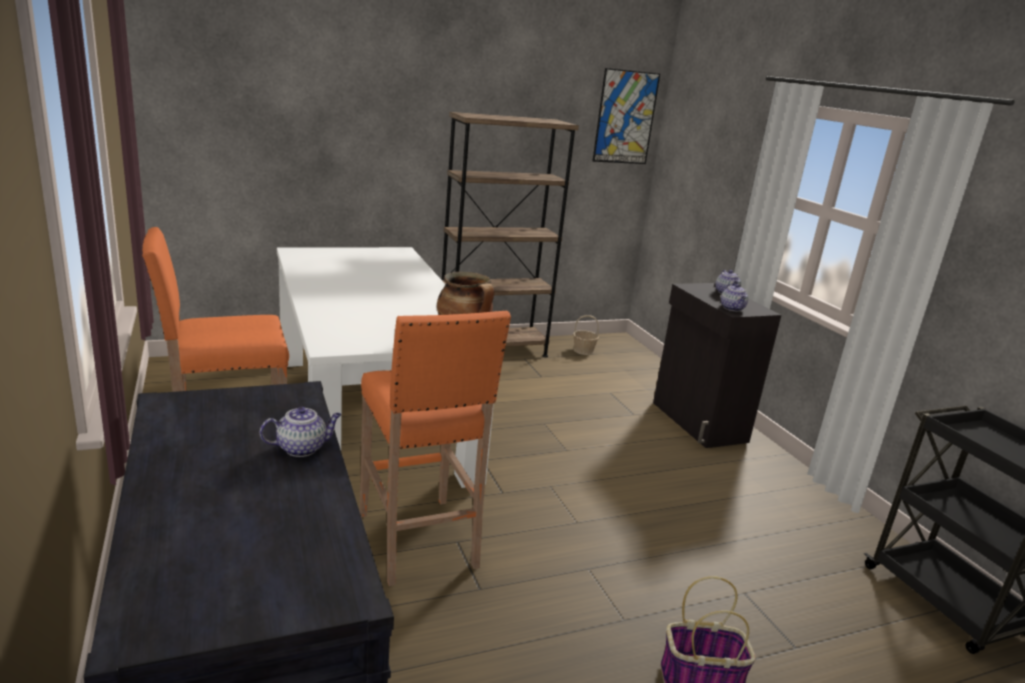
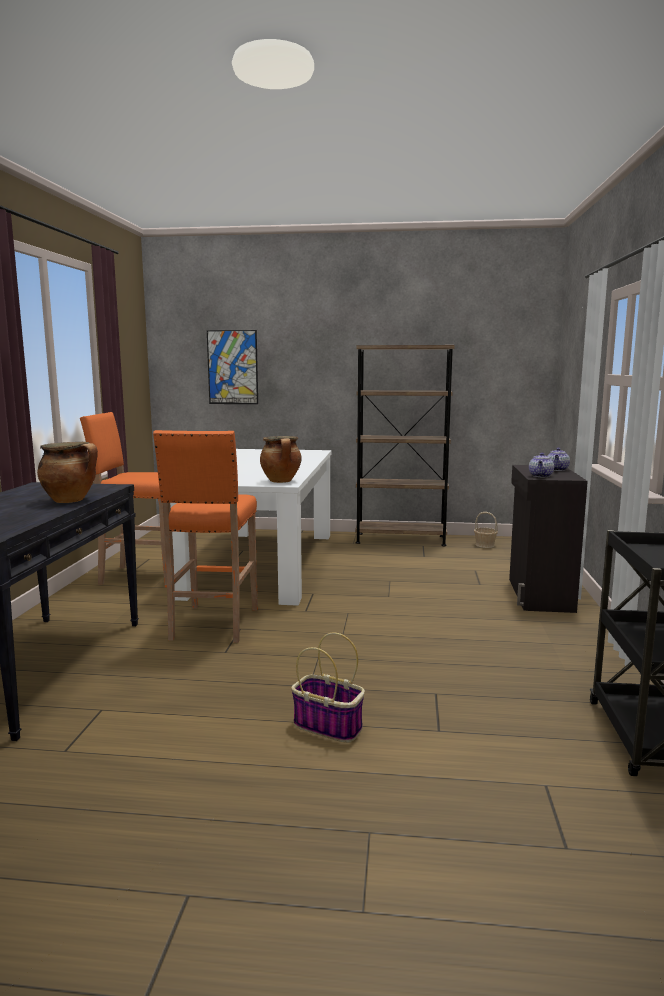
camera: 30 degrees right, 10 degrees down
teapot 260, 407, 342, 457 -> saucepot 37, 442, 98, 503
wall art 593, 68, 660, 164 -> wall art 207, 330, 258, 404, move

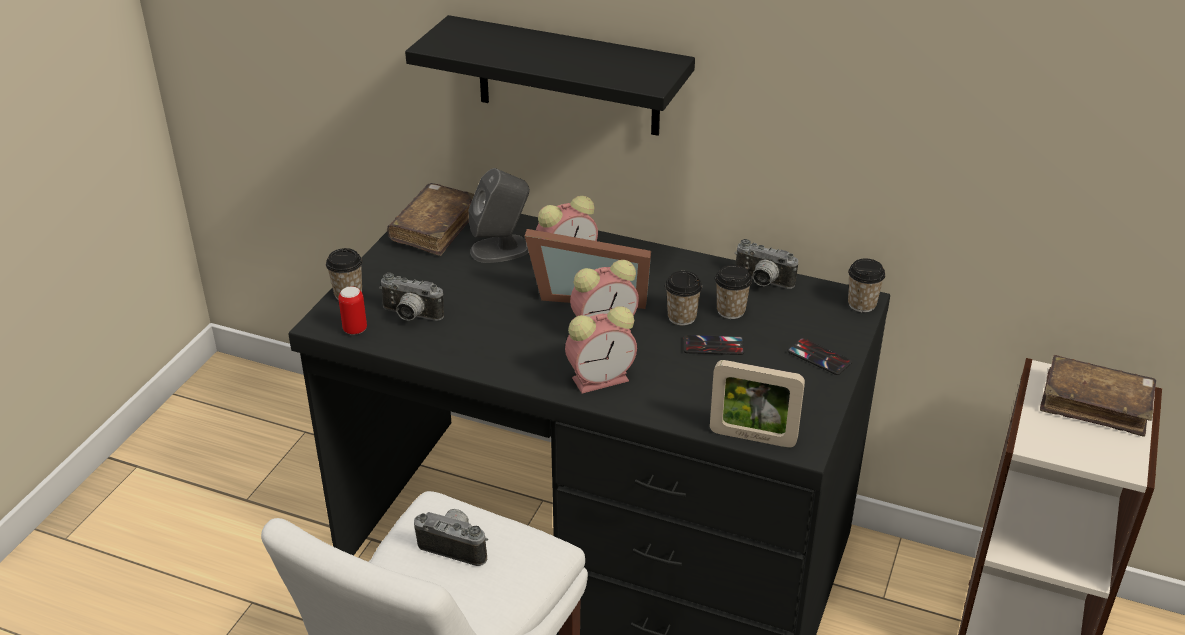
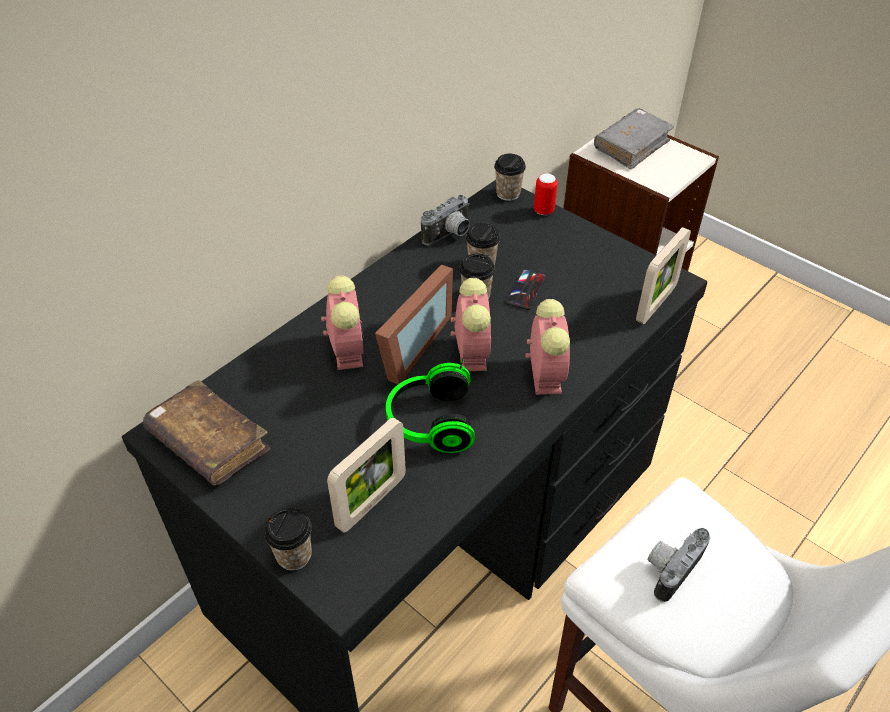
camera: 70 degrees left, 10 degrees up
sealed can 338, 286, 367, 335 -> sealed can 534, 173, 557, 215, move
photo camera 379, 273, 444, 321 -> picture frame 327, 418, 406, 533
bracket shelf/black 405, 15, 695, 136 -> none
audio speaker/greyish 469, 168, 530, 263 -> none
telephone 787, 338, 852, 375 -> none
bound book/brown-coloured 1040, 355, 1156, 437 -> bound book/greyish 594, 108, 674, 170
none -> pair of headphones 386, 359, 475, 453

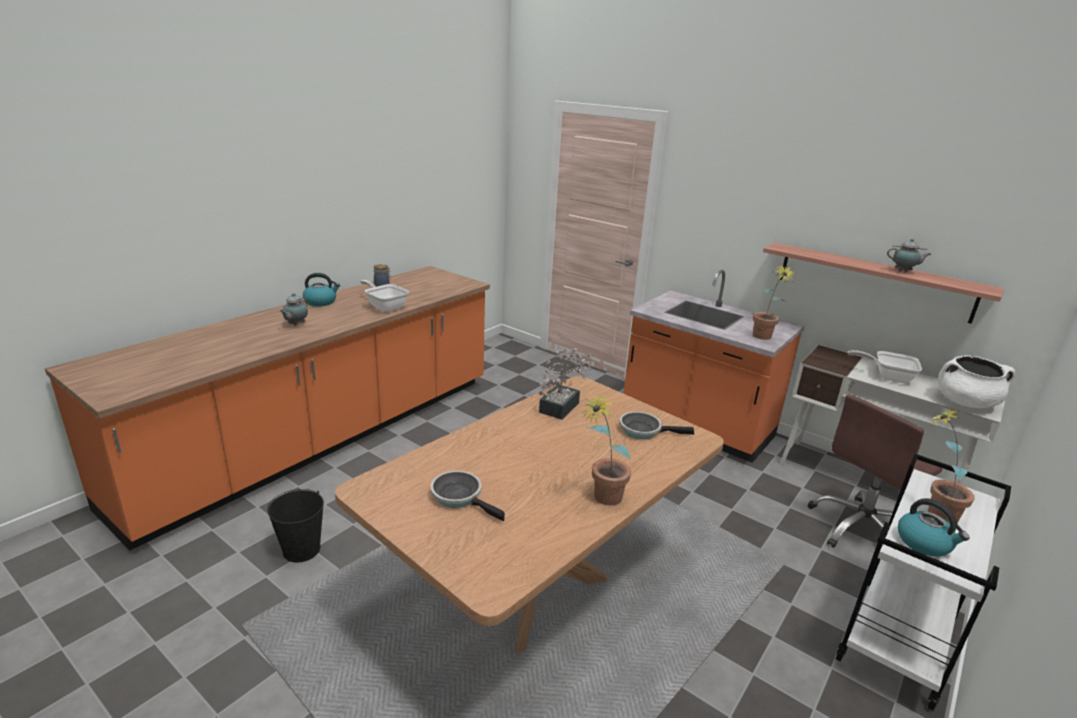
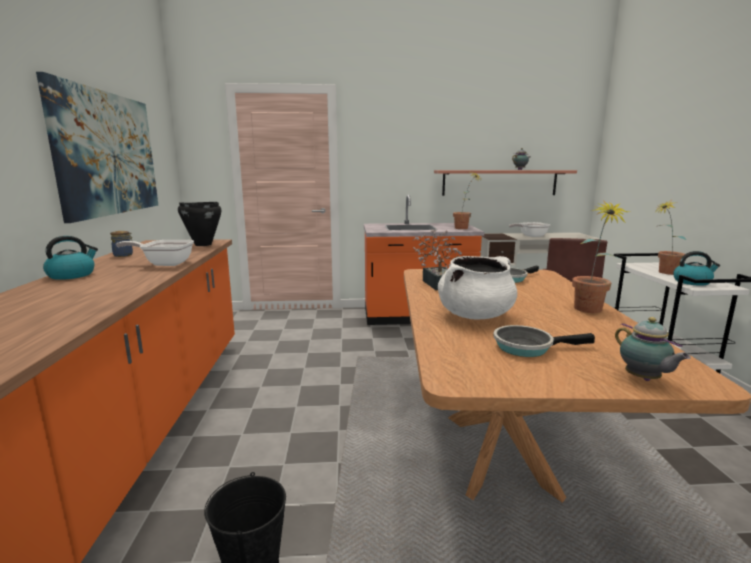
camera: 40 degrees left, 10 degrees down
teapot 280, 293, 308, 326 -> teapot 615, 317, 691, 381, move
saucepot/white-coloured 938, 355, 1015, 408 -> saucepot/white-coloured 438, 256, 517, 320, move
none -> wall art 36, 72, 158, 223
none -> saucepot/black 178, 202, 221, 246

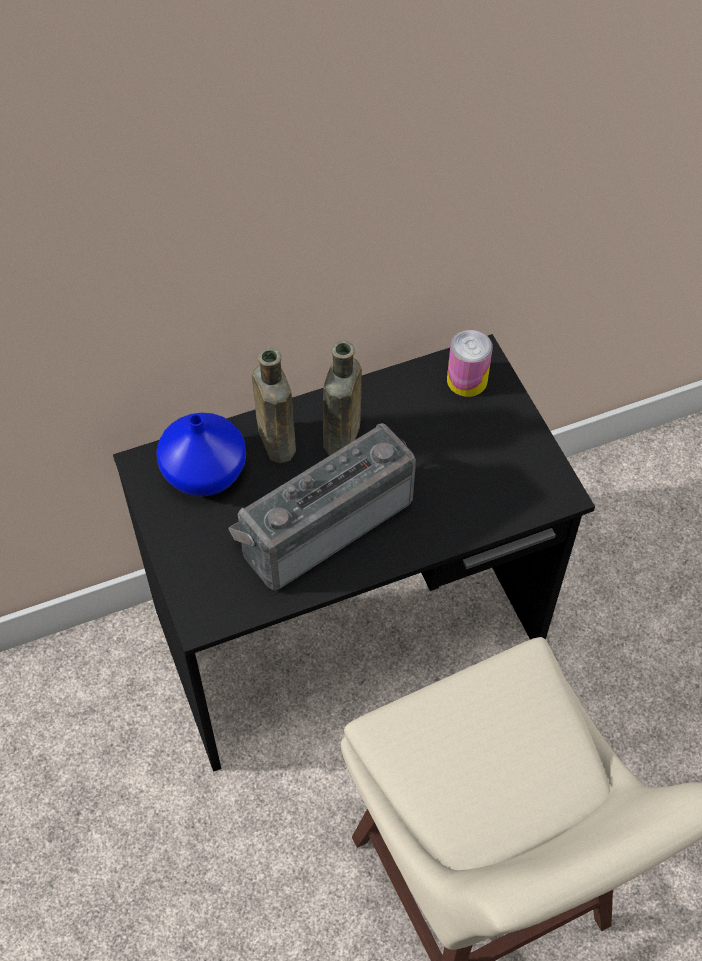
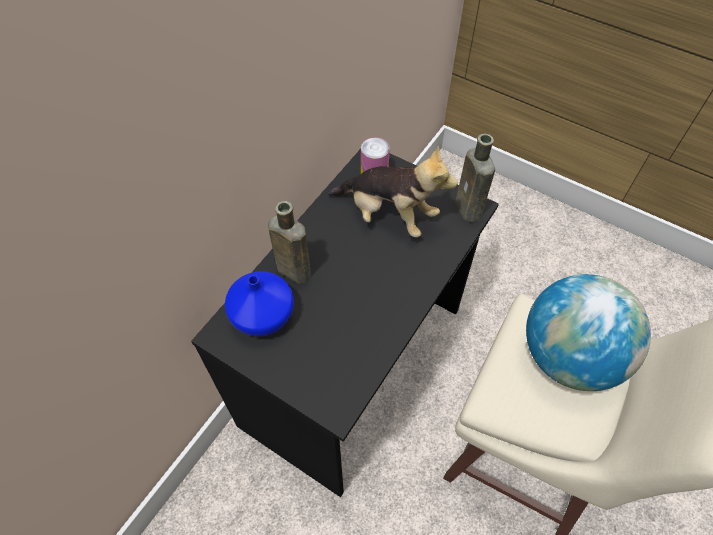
camera: 35 degrees left, 0 degrees up
radio set 228, 423, 416, 591 -> none
beverage bottle/brown-coloured 323, 341, 362, 456 -> beverage bottle/brown-coloured 455, 134, 495, 222, move
none -> plush toy 328, 146, 458, 238
none -> desk globe 526, 274, 651, 391

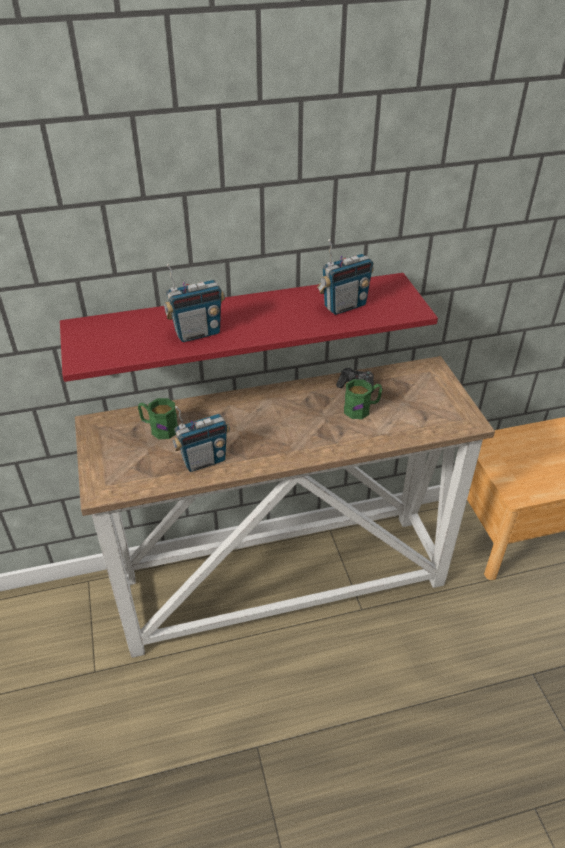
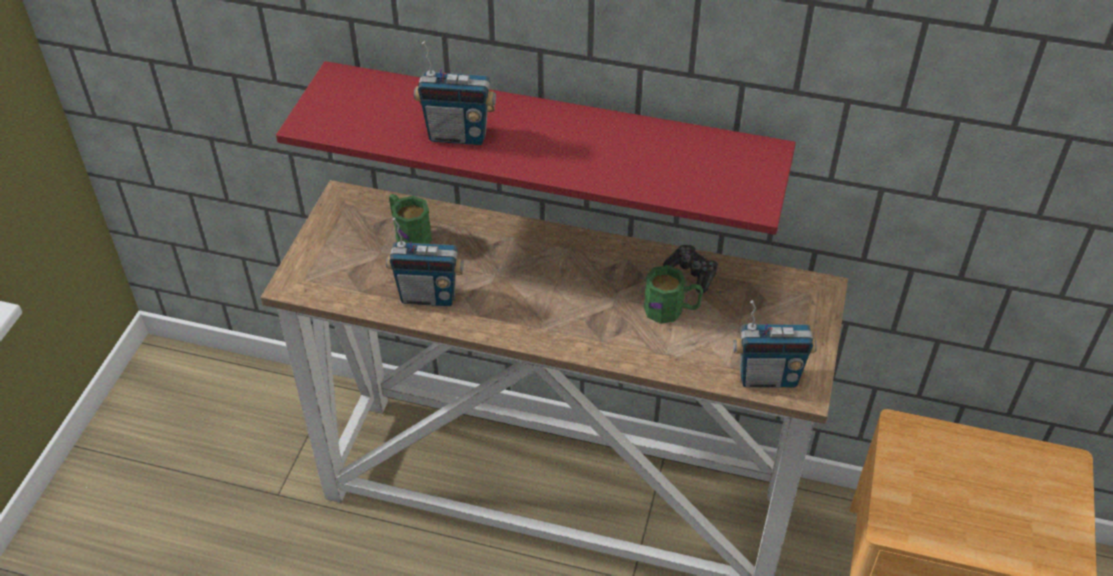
camera: 30 degrees right, 5 degrees up
radio set 317, 239, 374, 315 -> radio set 733, 300, 817, 388, move

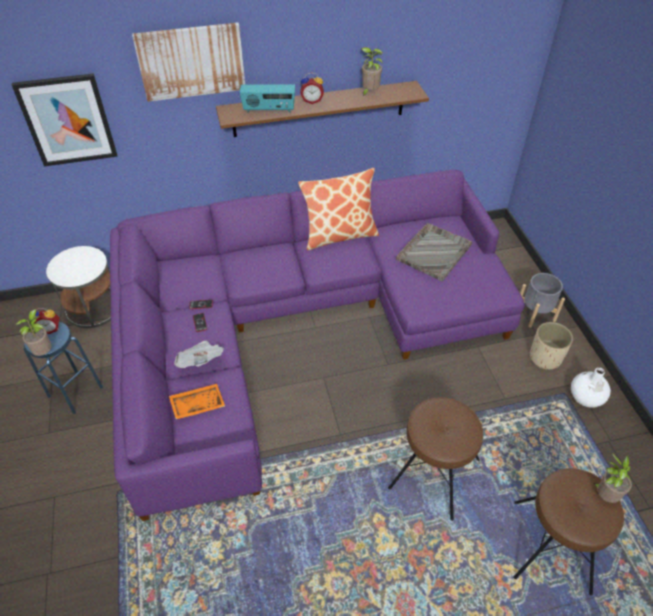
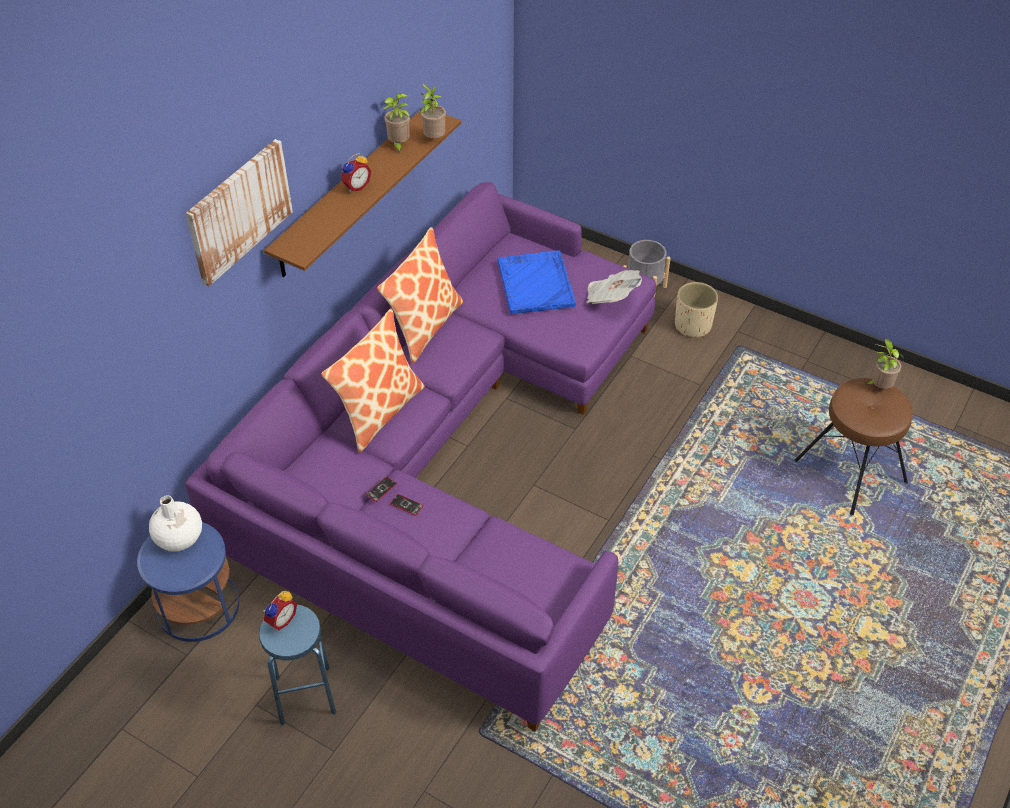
camera: 45 degrees left, 0 degrees up
wall art 12, 73, 117, 166 -> none
plant in a pot 16, 309, 52, 356 -> plant in a pot 420, 84, 446, 138, move
side table/white-coloured 46, 246, 111, 328 -> side table/bluish 137, 522, 239, 642
carrying tray/orangey 169, 384, 225, 419 -> none
printed paper 174, 341, 224, 368 -> printed paper 587, 270, 642, 304, move
radio set 239, 84, 295, 112 -> none
sitting stool/brown-coloured 388, 397, 483, 521 -> none
carrying tray/greyish 396, 223, 472, 281 -> carrying tray/bluish 497, 250, 576, 314
flower vase/white-coloured 571, 367, 611, 408 -> flower vase/white-coloured 149, 495, 202, 551, move
none -> pillow 321, 308, 425, 453

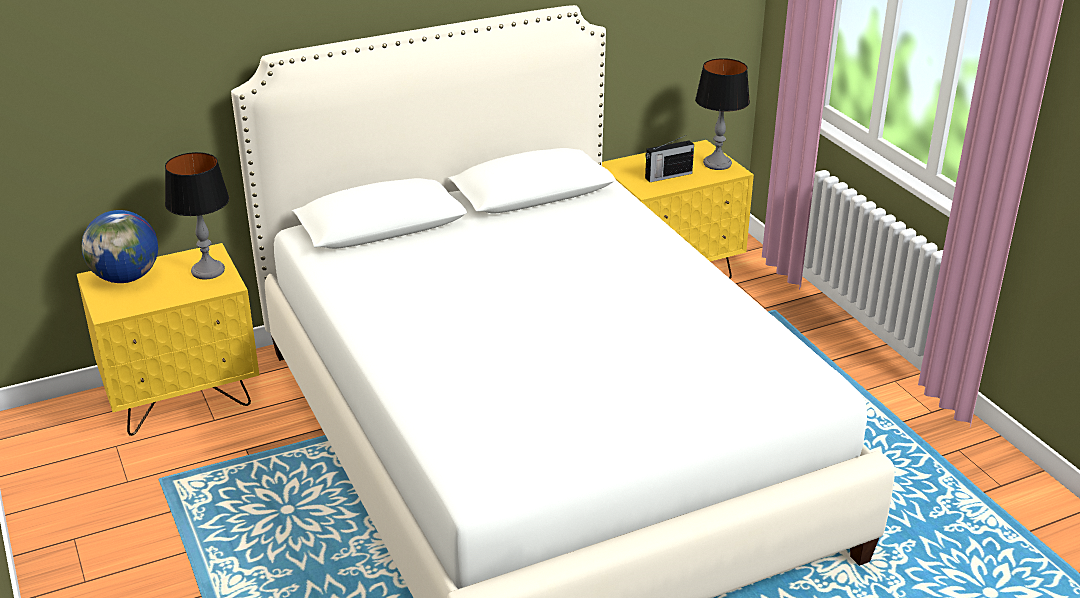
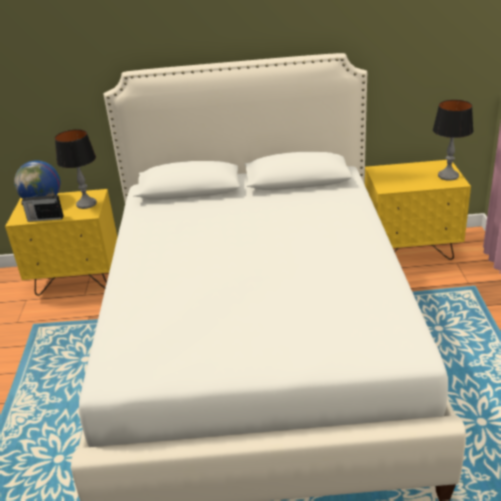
camera: 25 degrees right, 0 degrees up
radio set 645, 135, 694, 182 -> radio set 21, 192, 63, 222, move

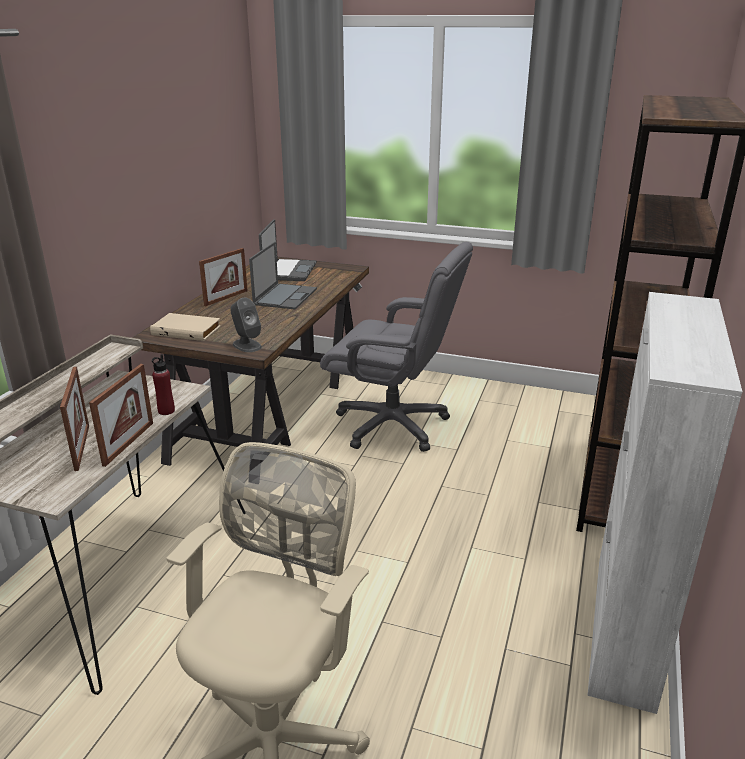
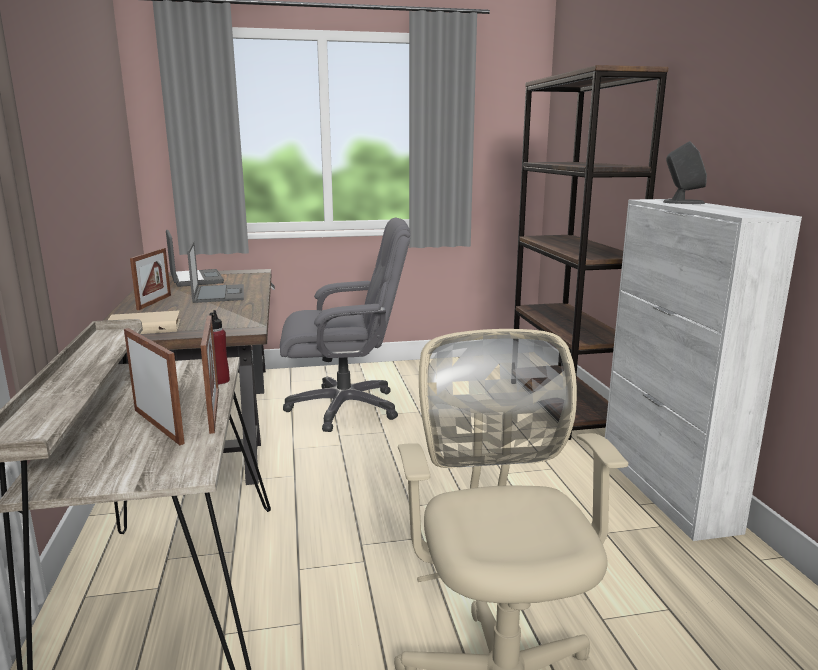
camera: 30 degrees left, 10 degrees down
audio speaker/greyish 230, 298, 262, 352 -> audio speaker/greyish 663, 141, 707, 204, move

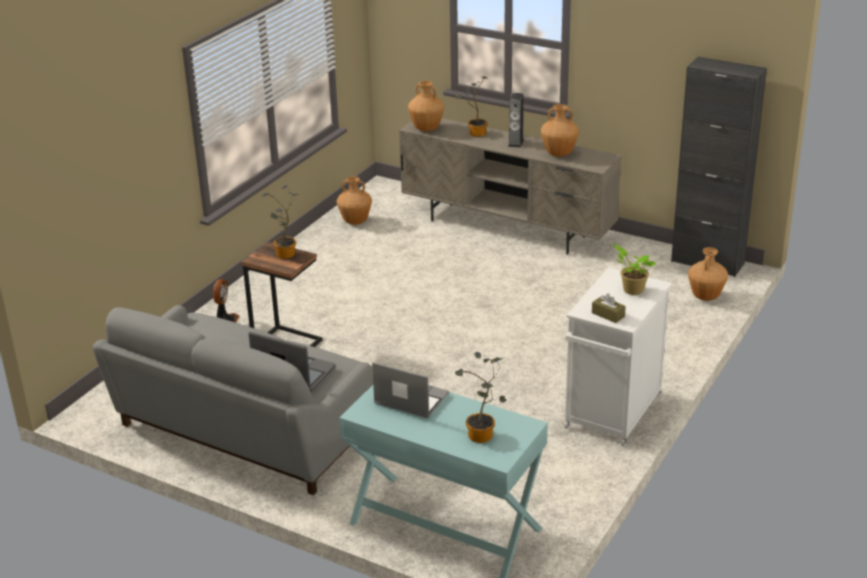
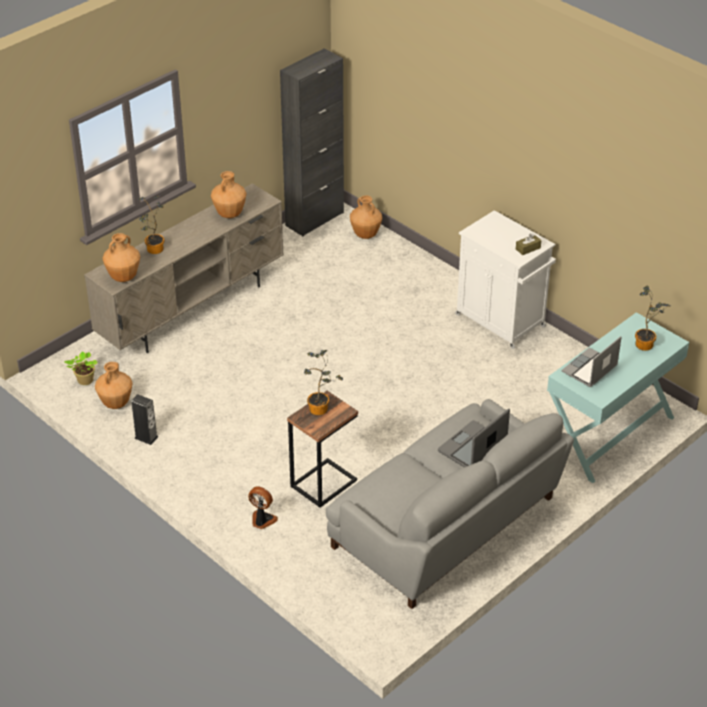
camera: 75 degrees left, 10 degrees up
audio speaker 508, 93, 524, 148 -> audio speaker 131, 394, 158, 445, move
plant in a pot 613, 244, 656, 295 -> plant in a pot 64, 351, 97, 385, move

